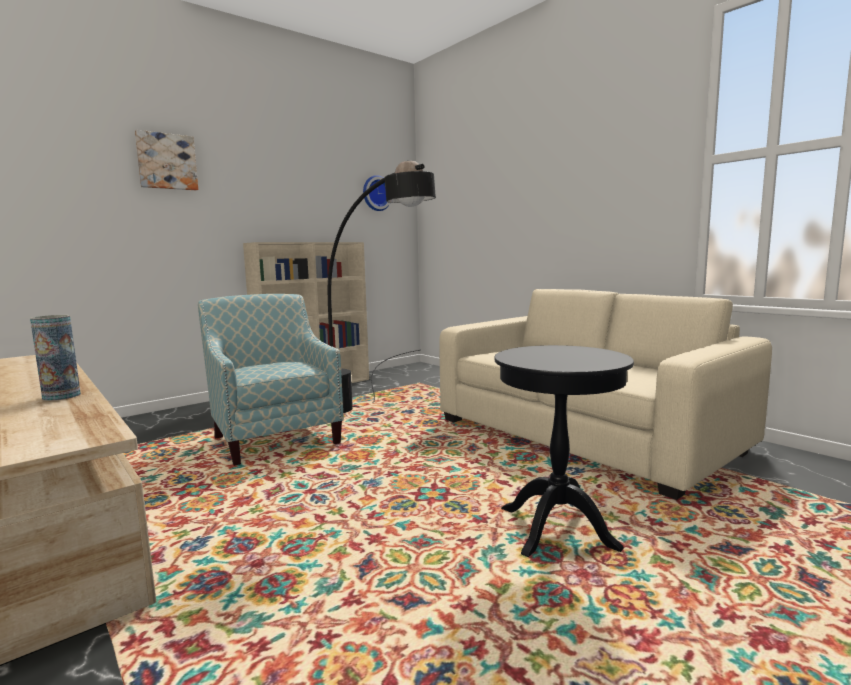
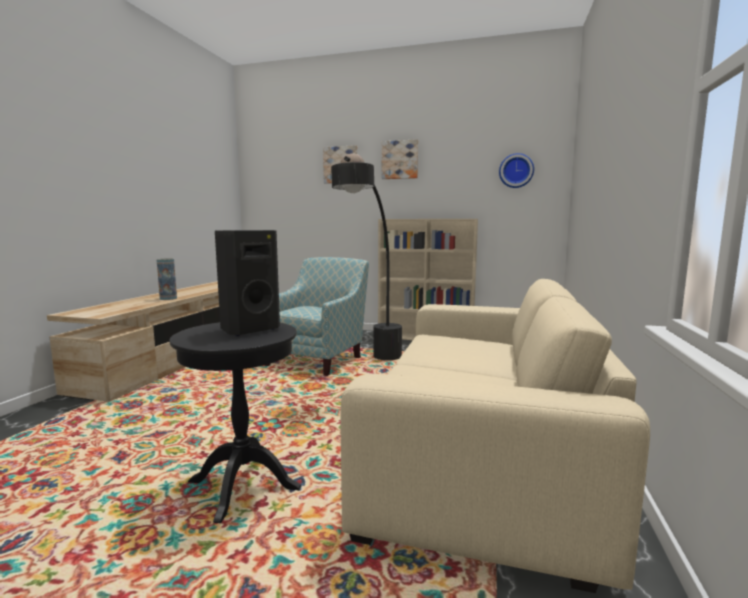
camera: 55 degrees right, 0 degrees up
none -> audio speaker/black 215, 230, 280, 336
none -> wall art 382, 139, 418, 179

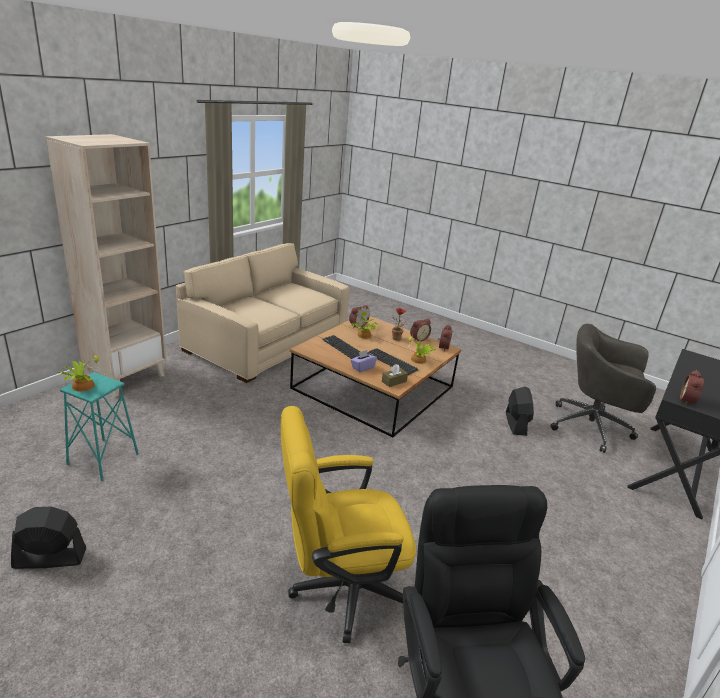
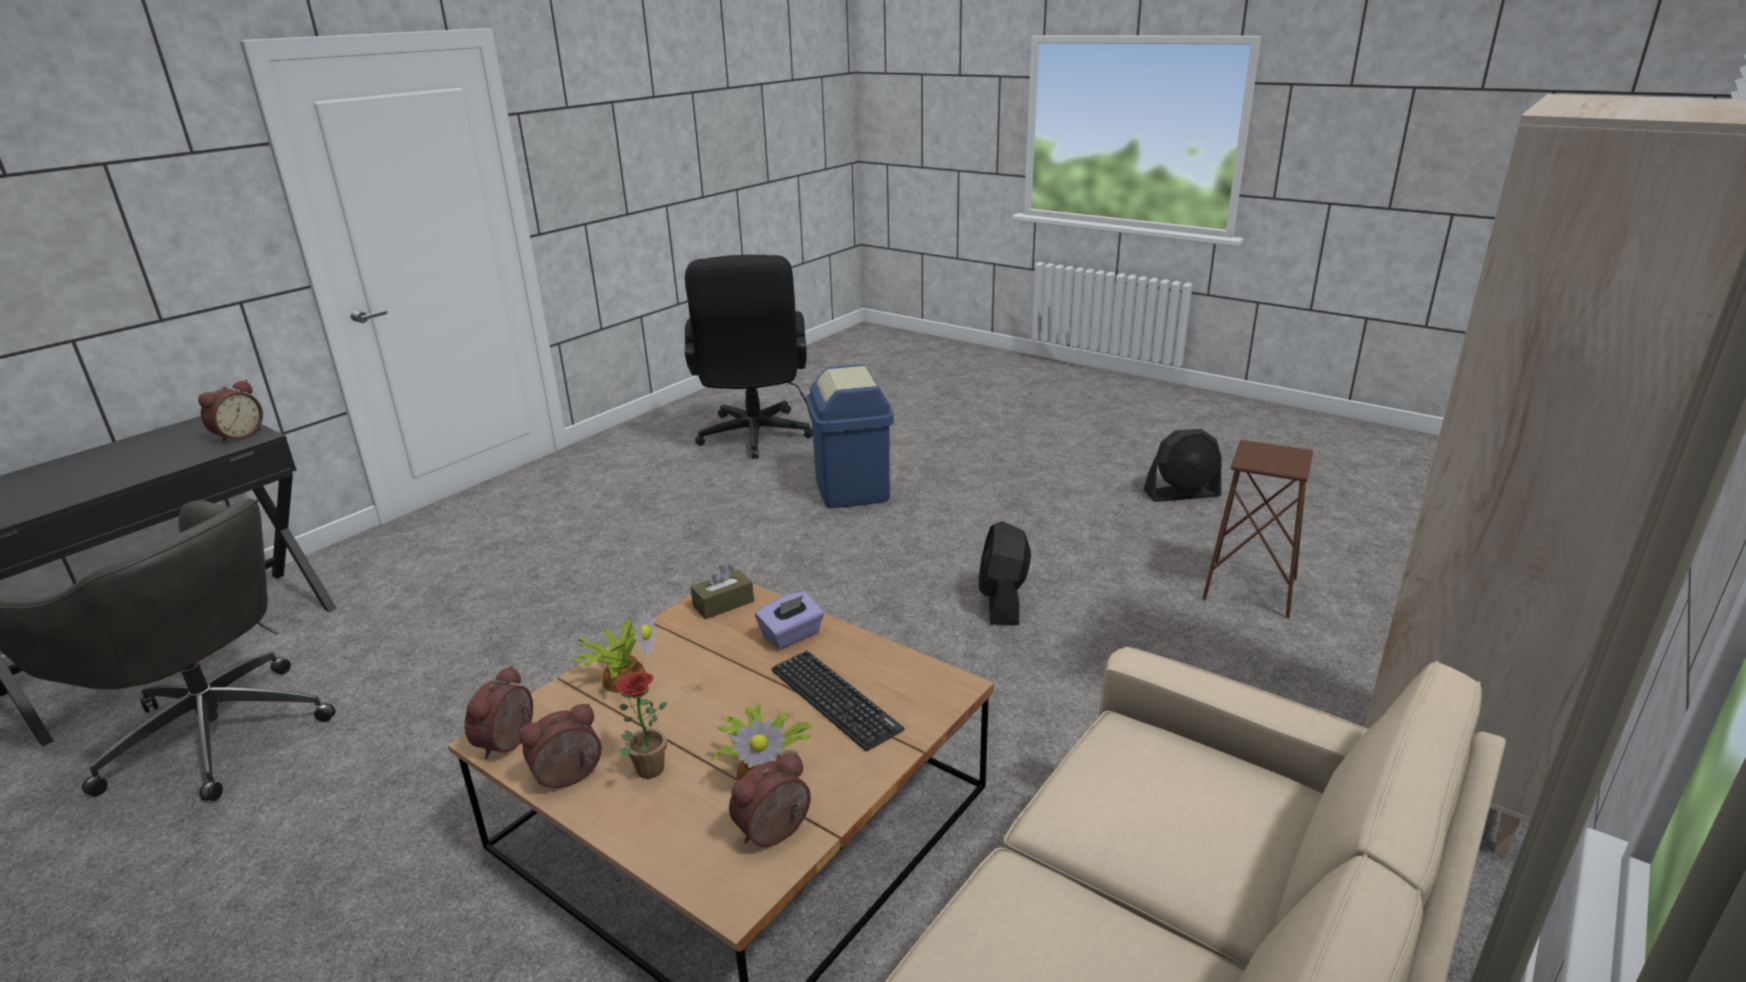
camera: 175 degrees left, 0 degrees up
plant in a pot 57, 350, 99, 392 -> none
sitting stool/turquoise-coloured 60, 372, 139, 481 -> sitting stool/brown-coloured 1202, 440, 1313, 618
computer chair/yellow 281, 406, 416, 644 -> waste bin/bluish 806, 364, 894, 508
keyboard 367, 348, 419, 375 -> none
electric fan/black 506, 386, 534, 436 -> electric fan/black 979, 521, 1031, 625, move

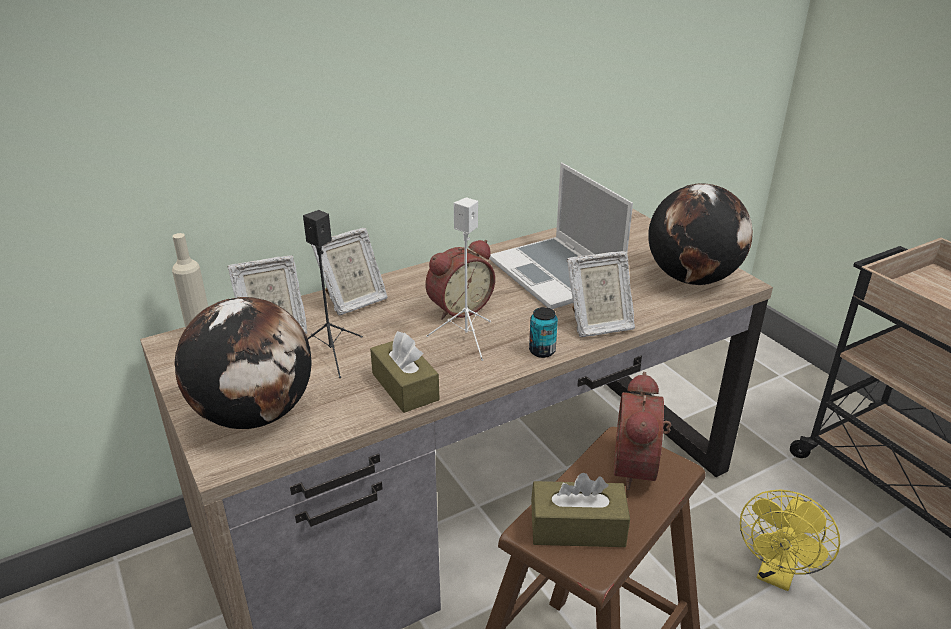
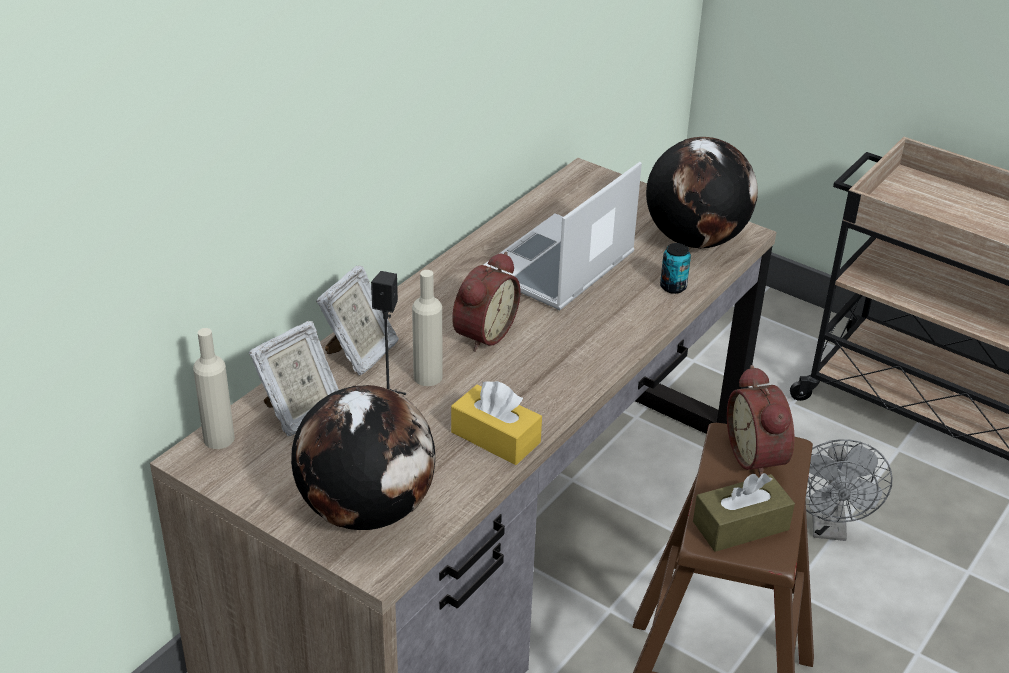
camera: 25 degrees left, 5 degrees up
tissue holder/brown-coloured 370, 331, 440, 413 -> tissue holder/yellow 451, 381, 542, 465
audio speaker/white-coloured 426, 197, 491, 361 -> none
portable computer 490, 162, 633, 309 -> portable computer 484, 162, 642, 310, 90 degrees clockwise
sealed can 529, 307, 558, 358 -> sealed can 660, 243, 691, 294, move
picture frame 567, 251, 635, 337 -> none
electric fan/yellow 740, 489, 840, 591 -> electric fan/greyish 806, 439, 893, 541
none -> beverage bottle/beige 412, 270, 443, 386

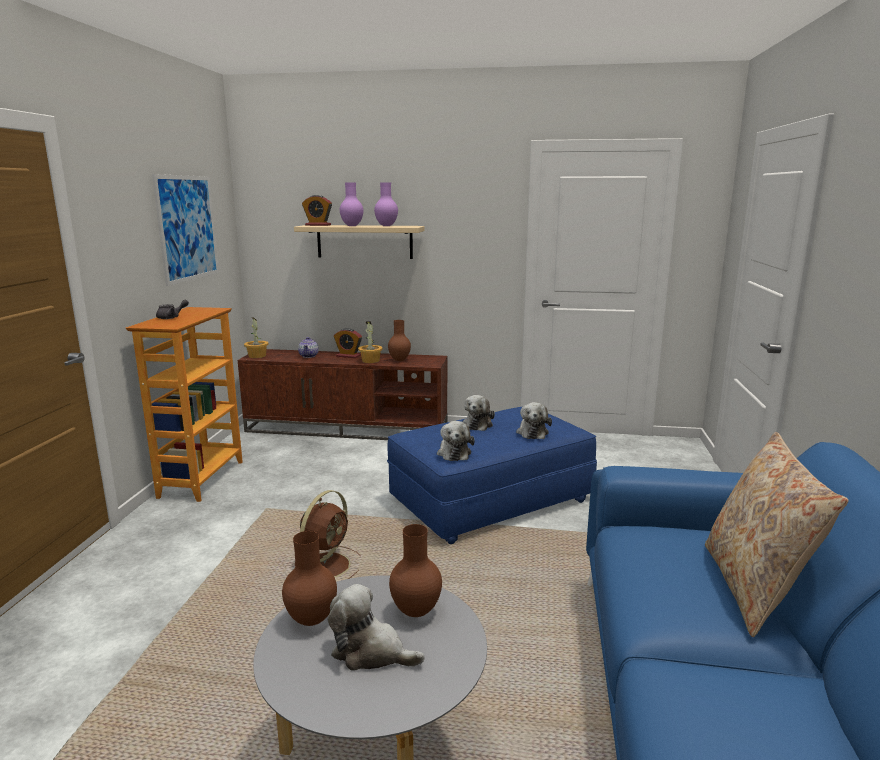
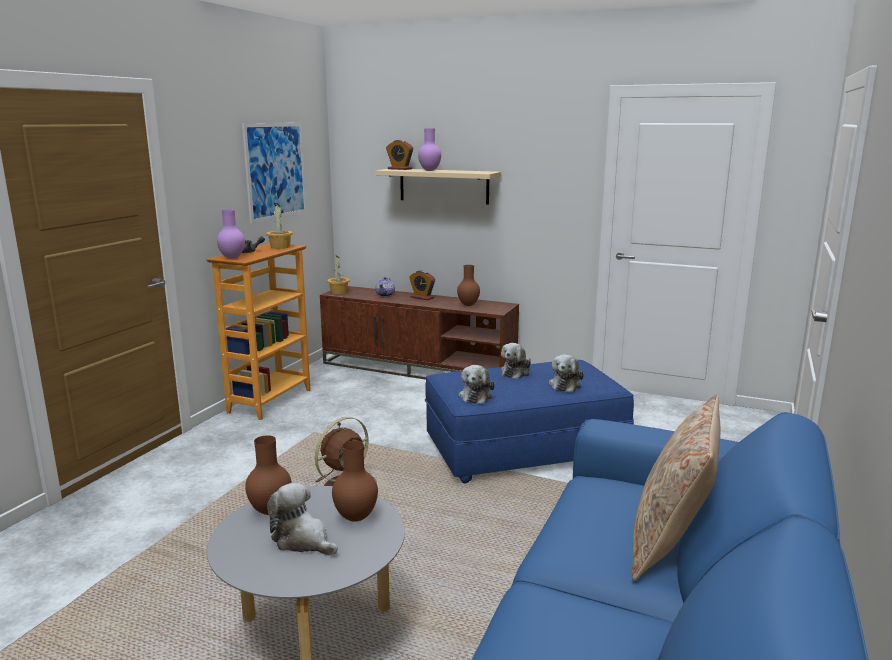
camera: 15 degrees right, 0 degrees up
plant in a pot 358, 321, 383, 363 -> plant in a pot 266, 203, 293, 249, move
flower vase/purple 374, 183, 398, 226 -> flower vase/purple 217, 210, 245, 259, move

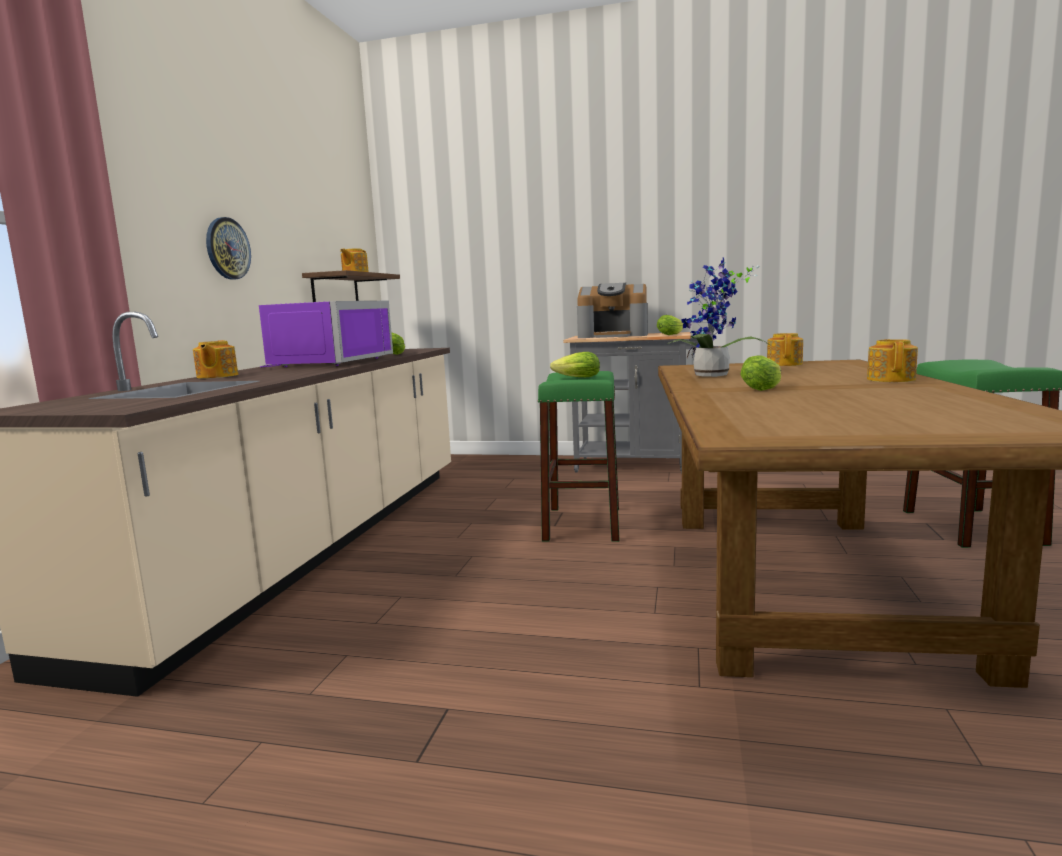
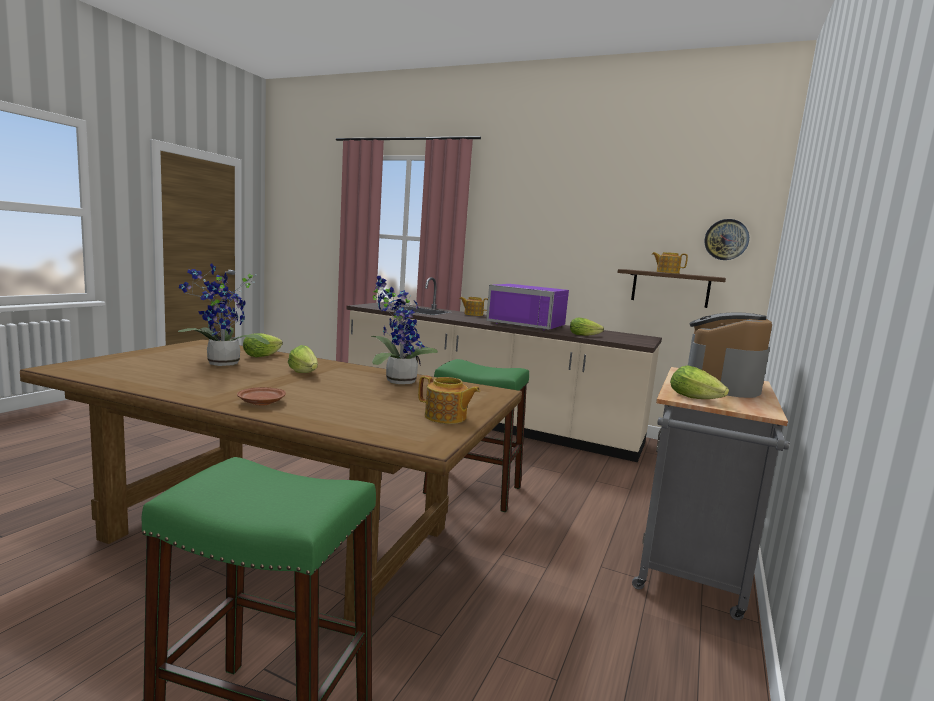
camera: 100 degrees right, 0 degrees up
wall clock 206, 217, 251, 280 -> wall clock 704, 219, 749, 260, move
lettuce head 550, 352, 600, 377 -> lettuce head 243, 333, 283, 357, move
teapot 867, 339, 918, 382 -> dinner plate/brown-coloured 237, 387, 286, 406
none -> plant in a pot 178, 263, 270, 366

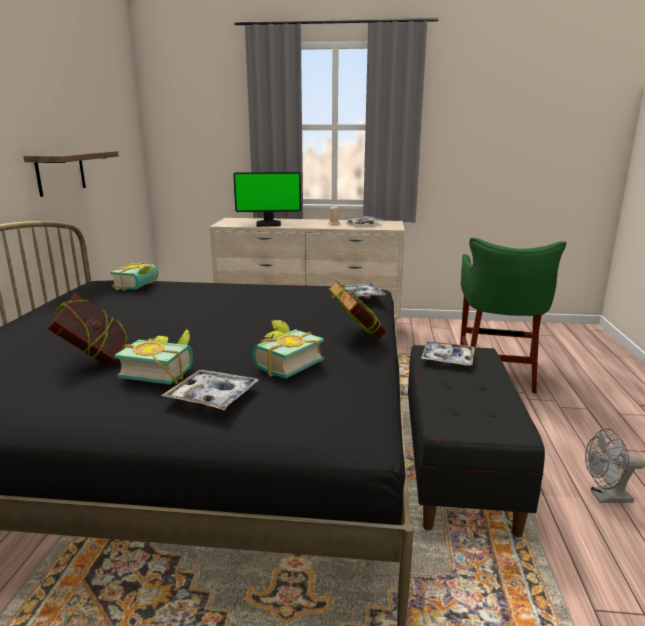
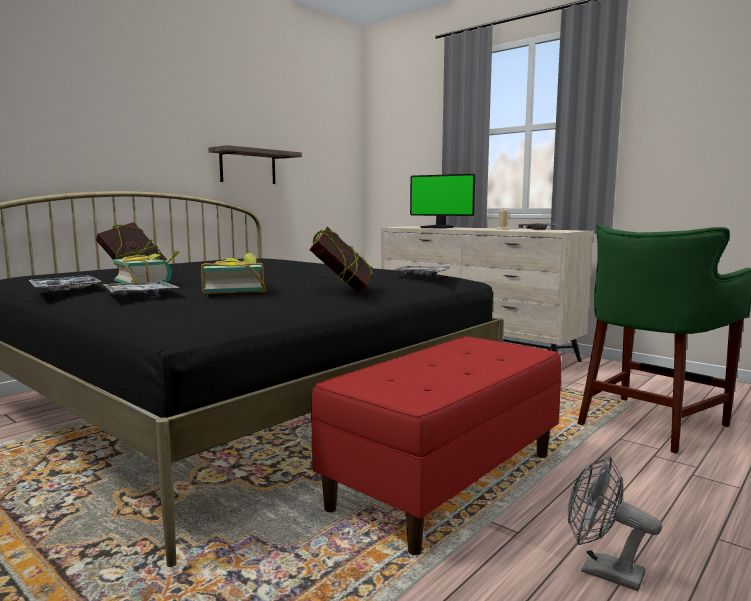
camera: 35 degrees right, 10 degrees down
bound book 110, 262, 158, 291 -> none
indoor bench/black 408, 345, 545, 537 -> indoor bench/red 311, 336, 561, 555
carrying tray 421, 342, 475, 365 -> carrying tray 28, 275, 102, 291, move

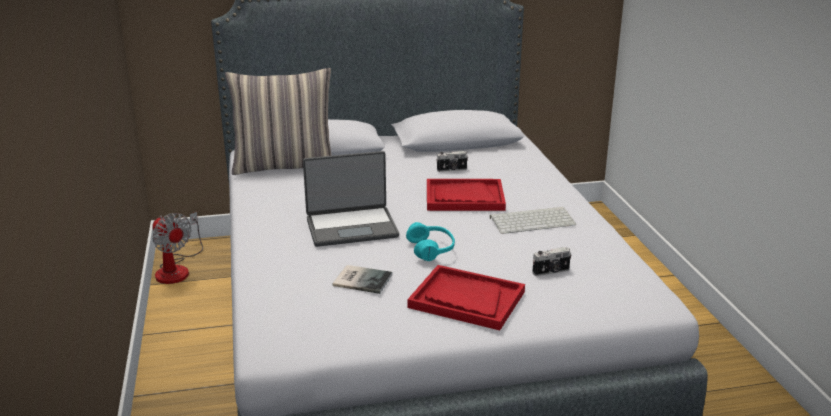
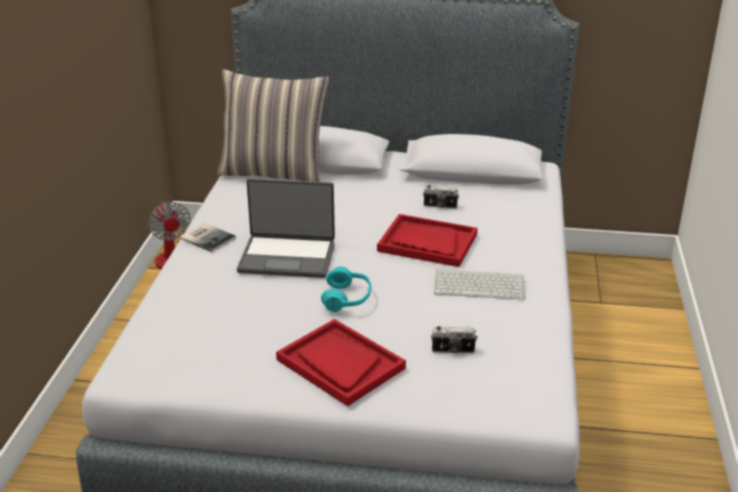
camera: 20 degrees right, 5 degrees up
bound book 333, 265, 392, 294 -> bound book 180, 223, 236, 252, move

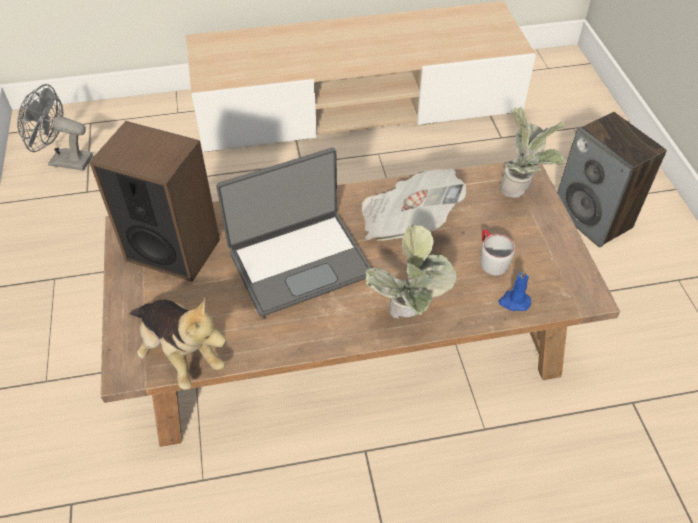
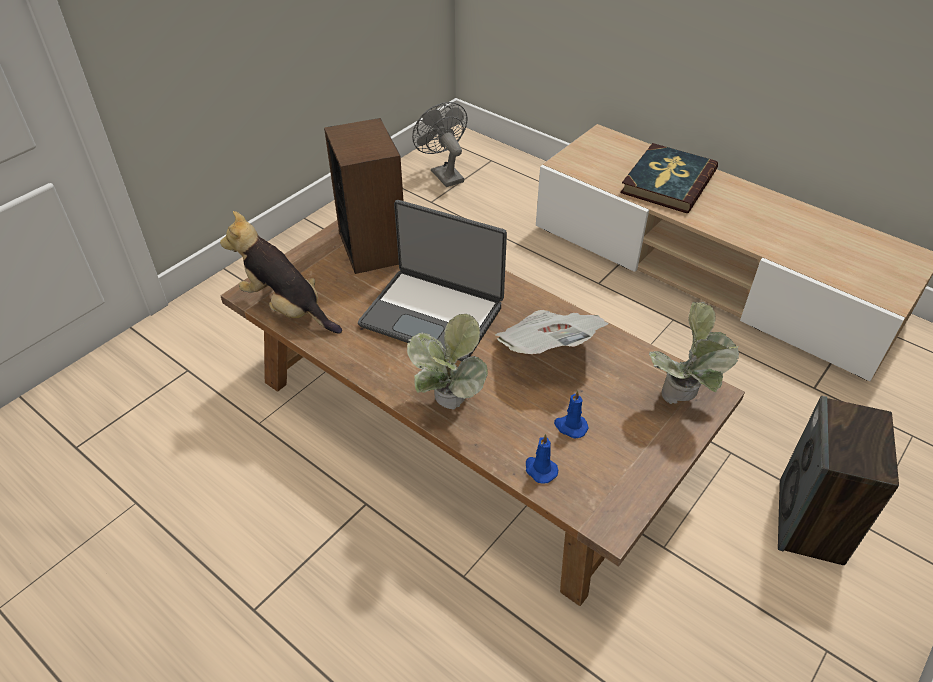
camera: 50 degrees right, 5 degrees down
plush toy 130, 298, 226, 390 -> plush toy 220, 211, 342, 334, 120 degrees clockwise
tea mug/greyish 481, 229, 515, 276 -> wax light/bluish 554, 390, 589, 438
none -> bound book 620, 143, 718, 213

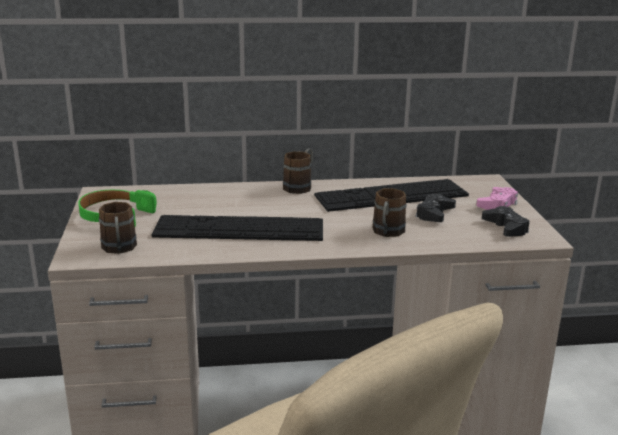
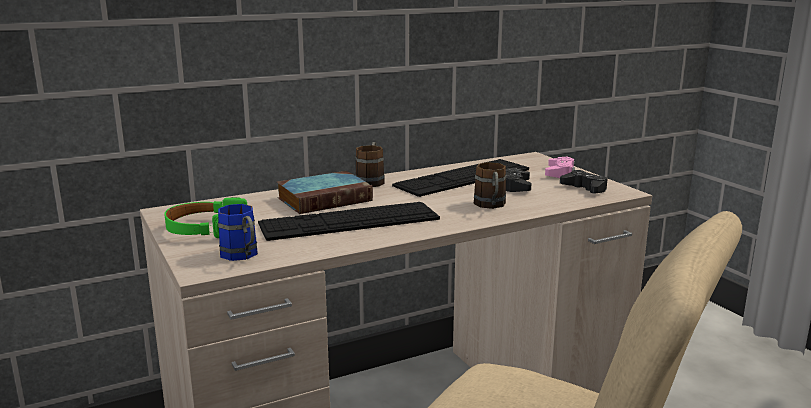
camera: 20 degrees left, 5 degrees down
tea mug/brown-coloured 99, 202, 137, 254 -> tea mug/bluish 218, 204, 258, 261
none -> bound book 277, 171, 373, 214

